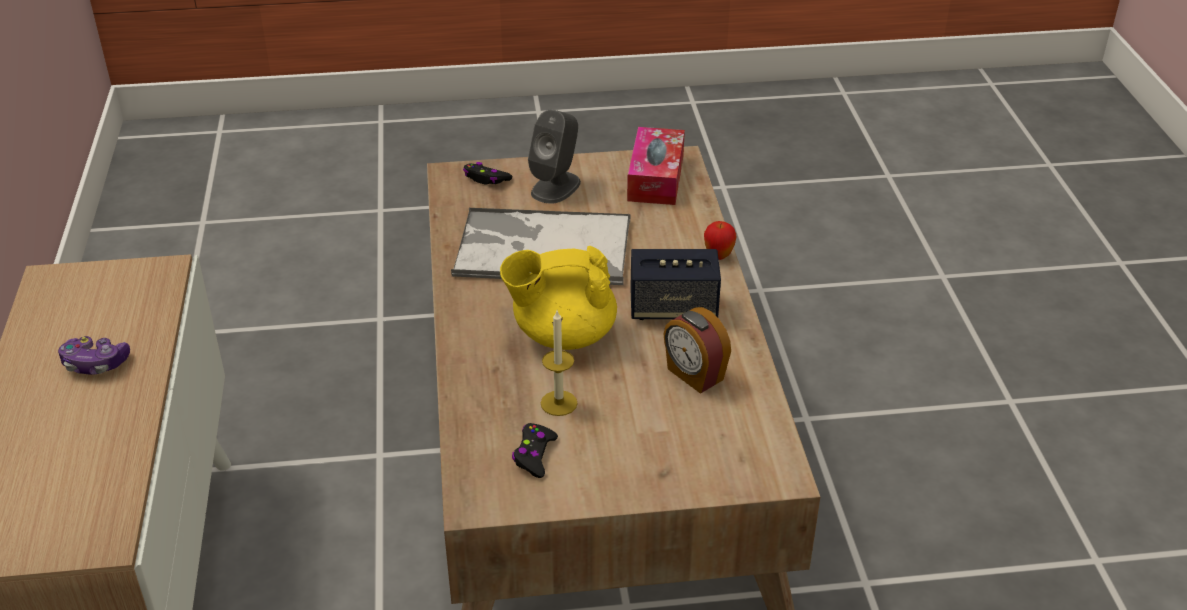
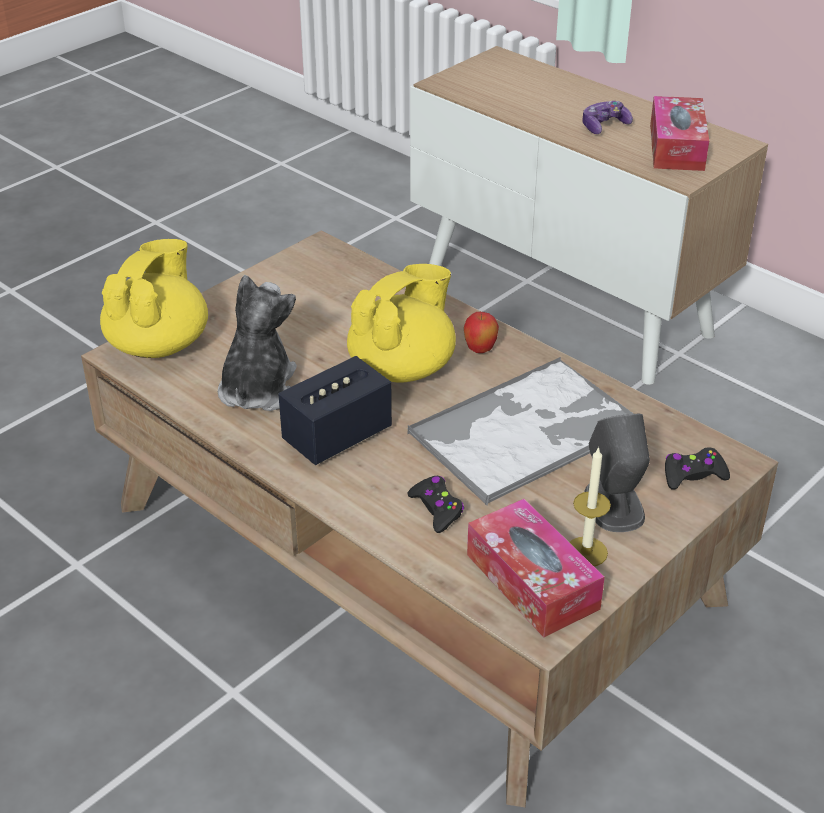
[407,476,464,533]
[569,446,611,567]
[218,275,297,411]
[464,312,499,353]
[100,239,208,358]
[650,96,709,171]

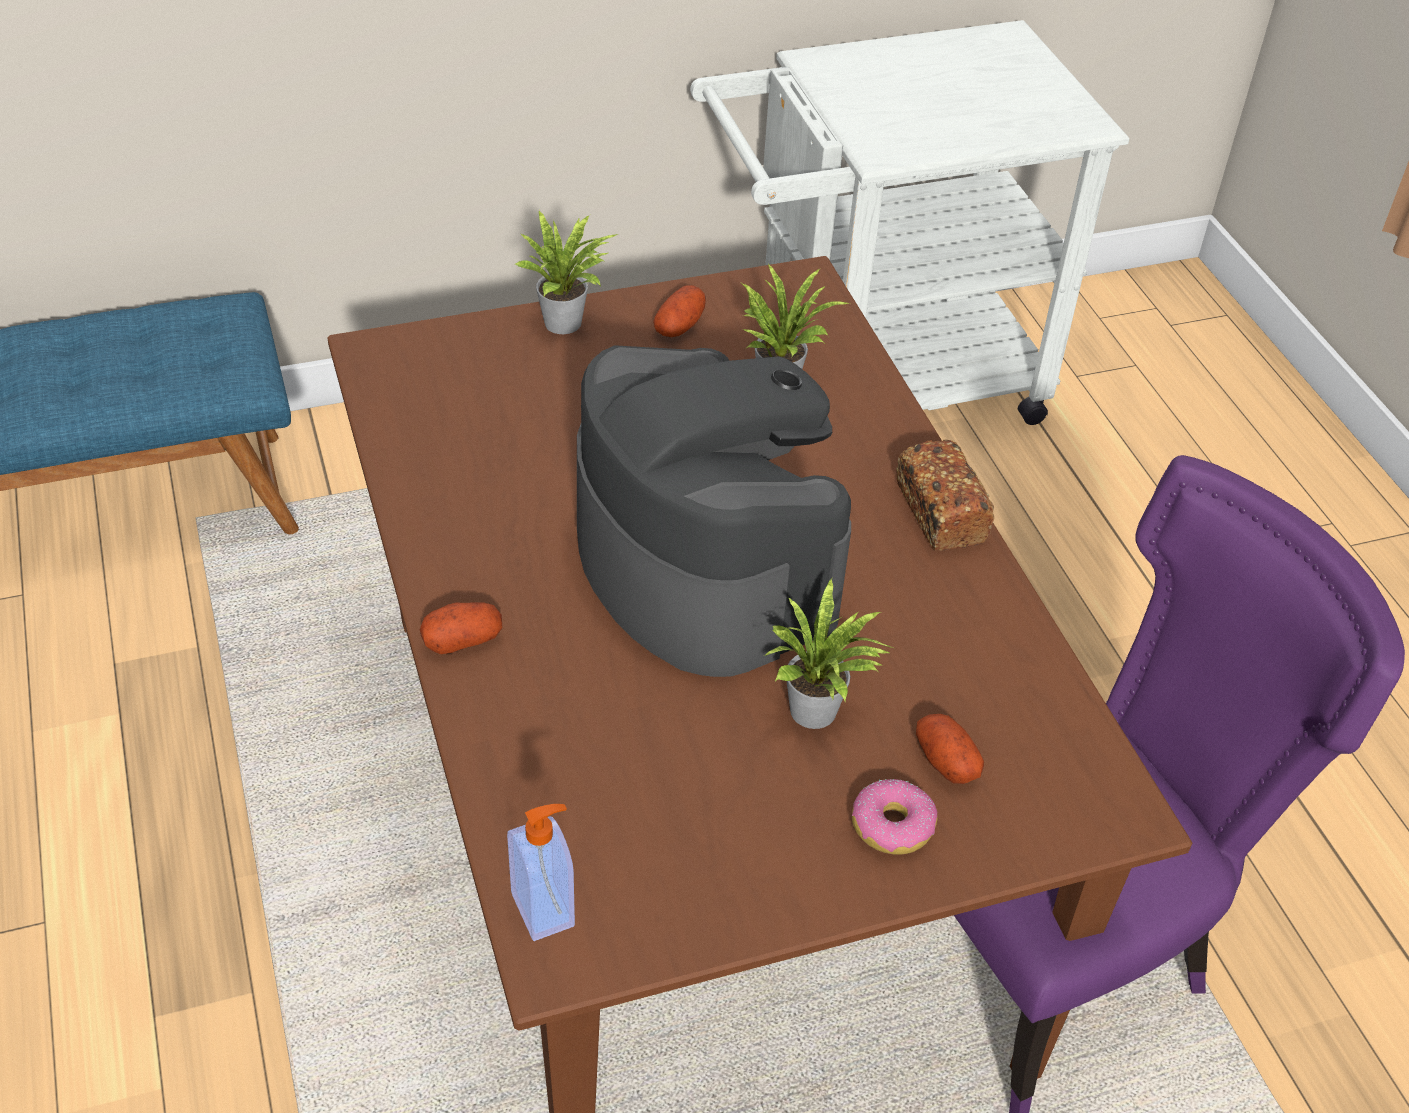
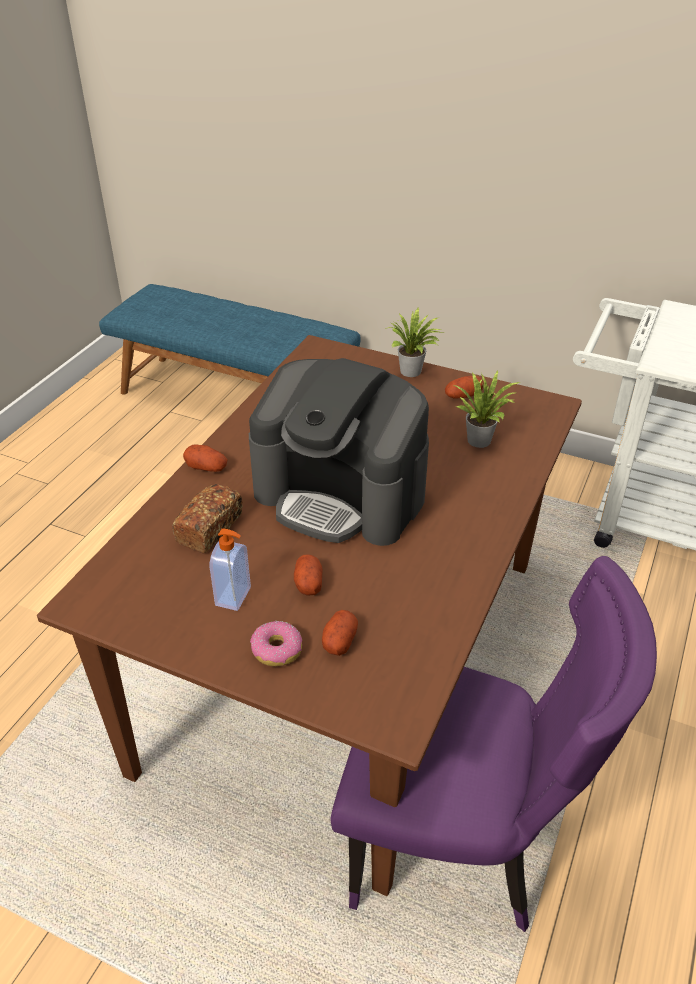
[210,529,251,611]
[249,358,429,546]
[294,554,323,596]
[172,484,243,553]

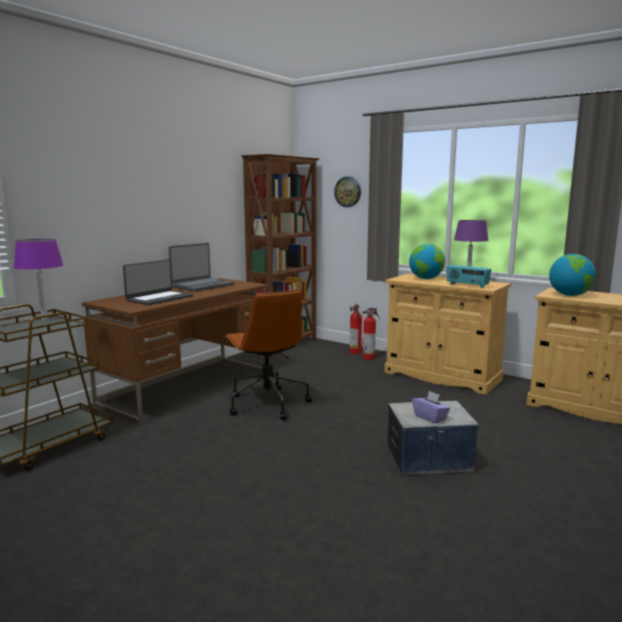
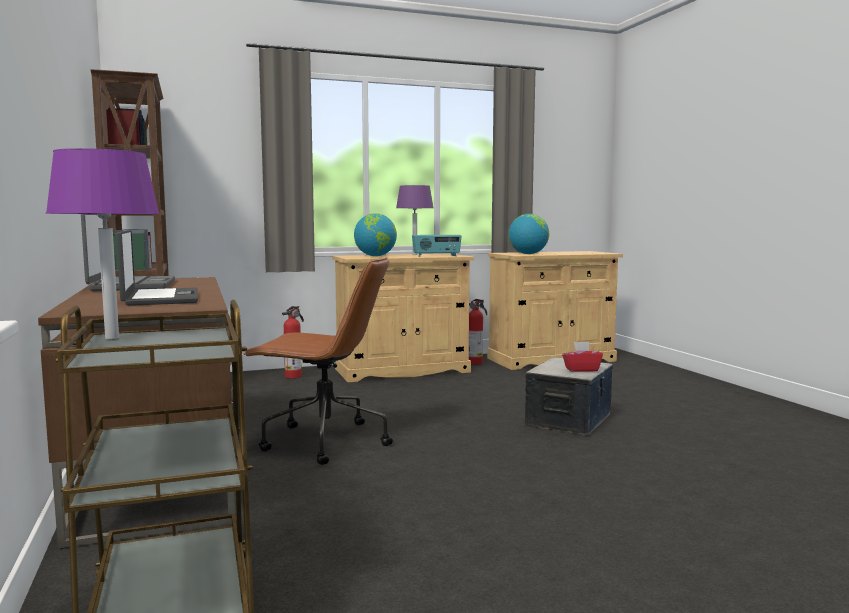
[334,176,361,207] (first image)
[469,299,487,365]
[562,342,603,372]

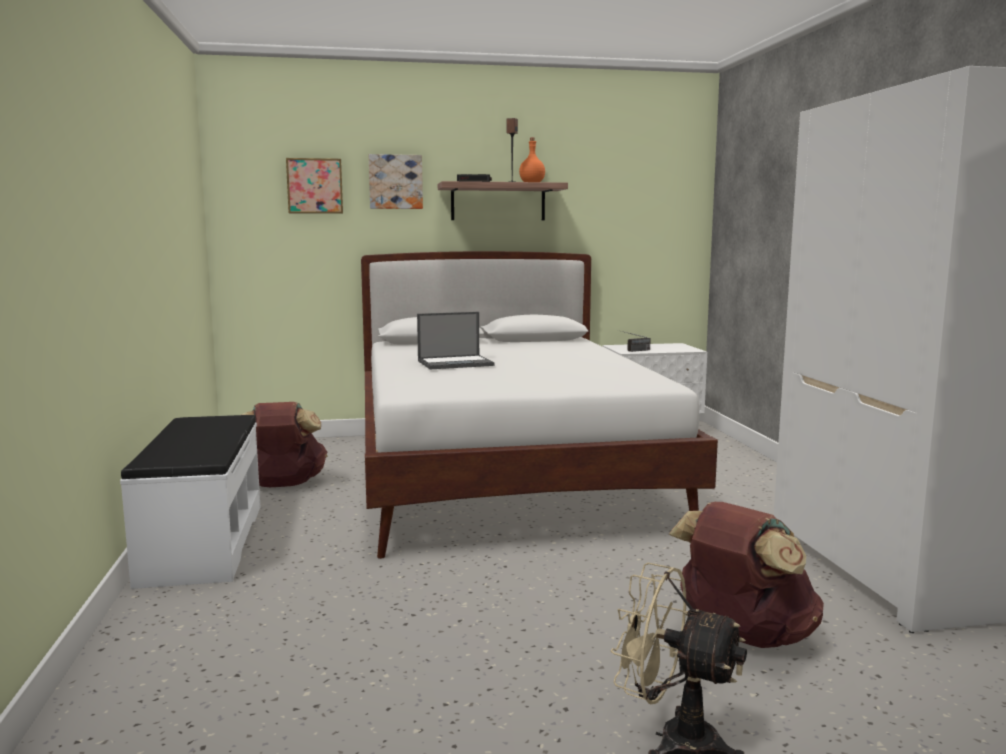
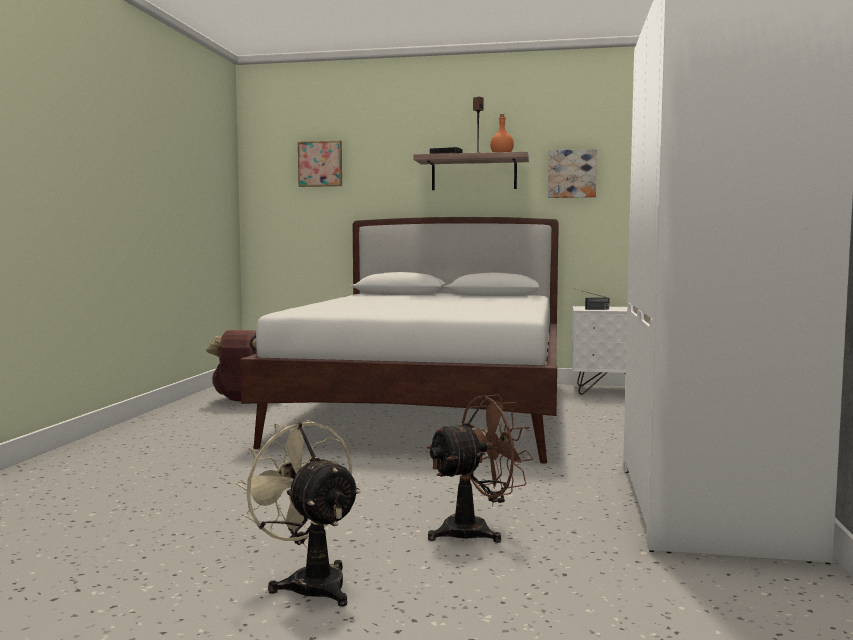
[120,415,261,589] (first image)
[548,149,597,198]
[417,312,494,369] (first image)
[426,395,533,543]

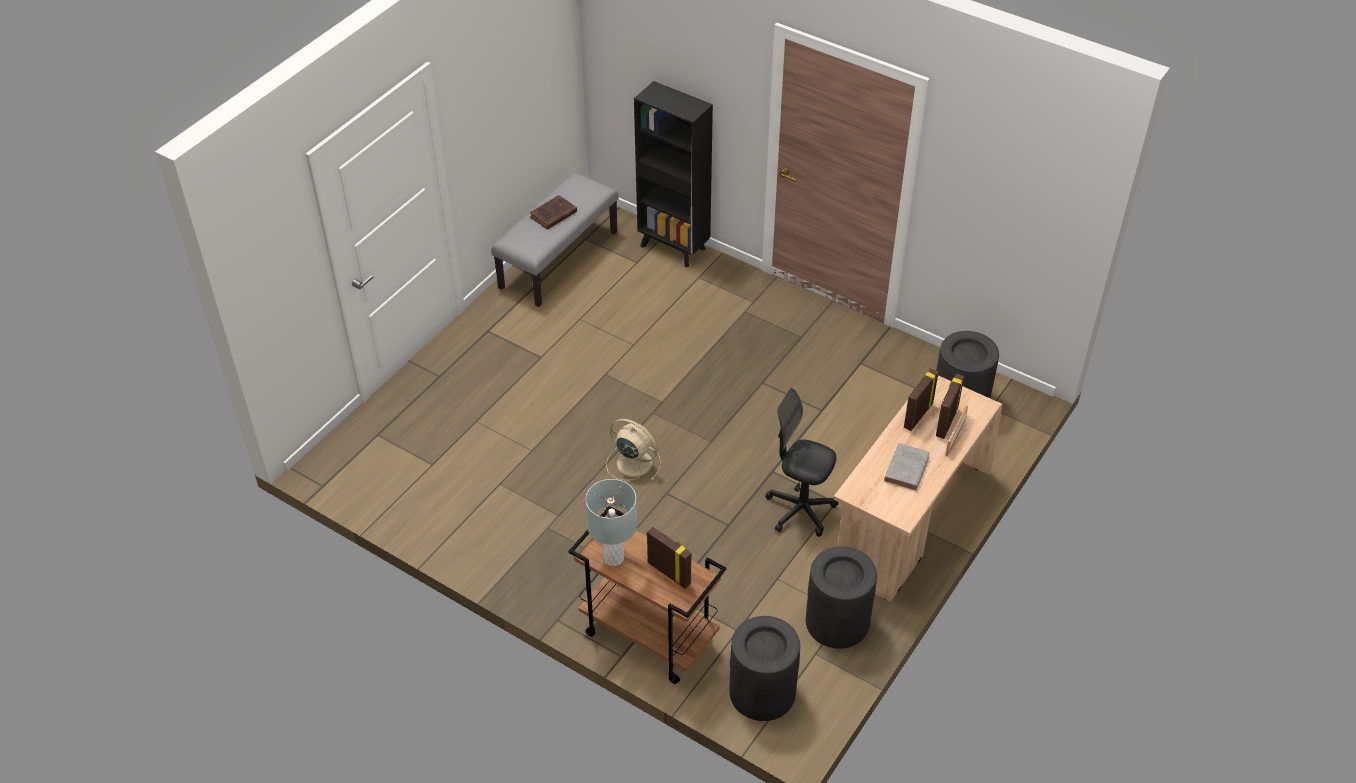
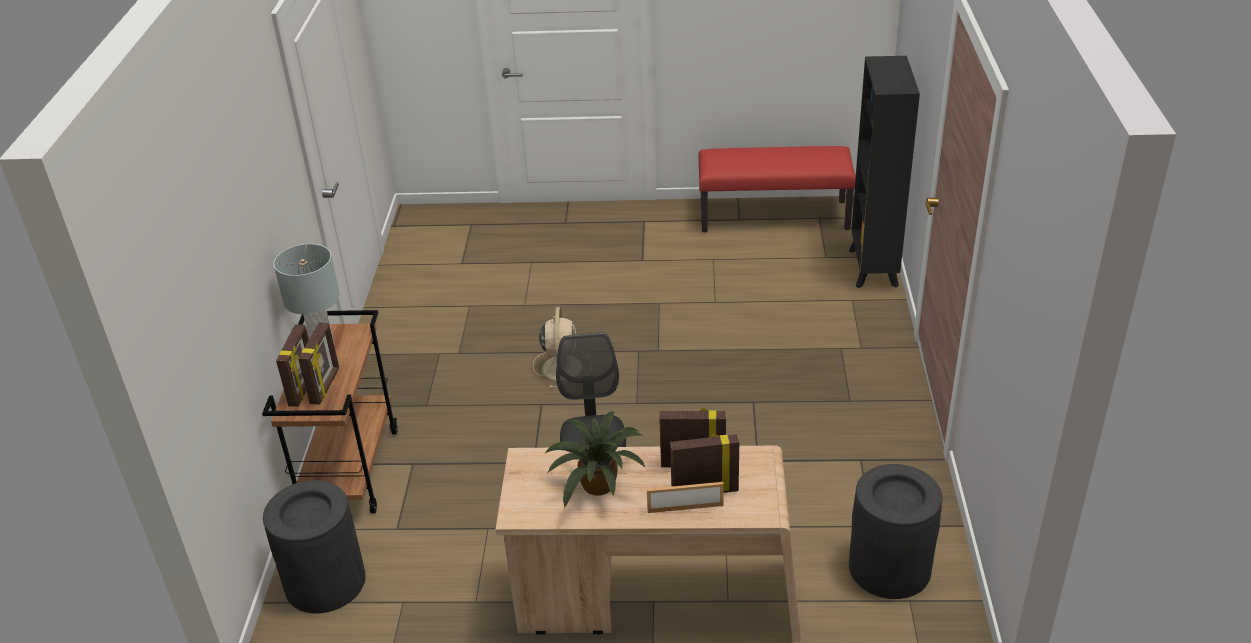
[698,146,856,233]
[530,195,577,230] (first image)
[806,546,877,649] (first image)
[544,411,646,508]
[276,325,309,407]

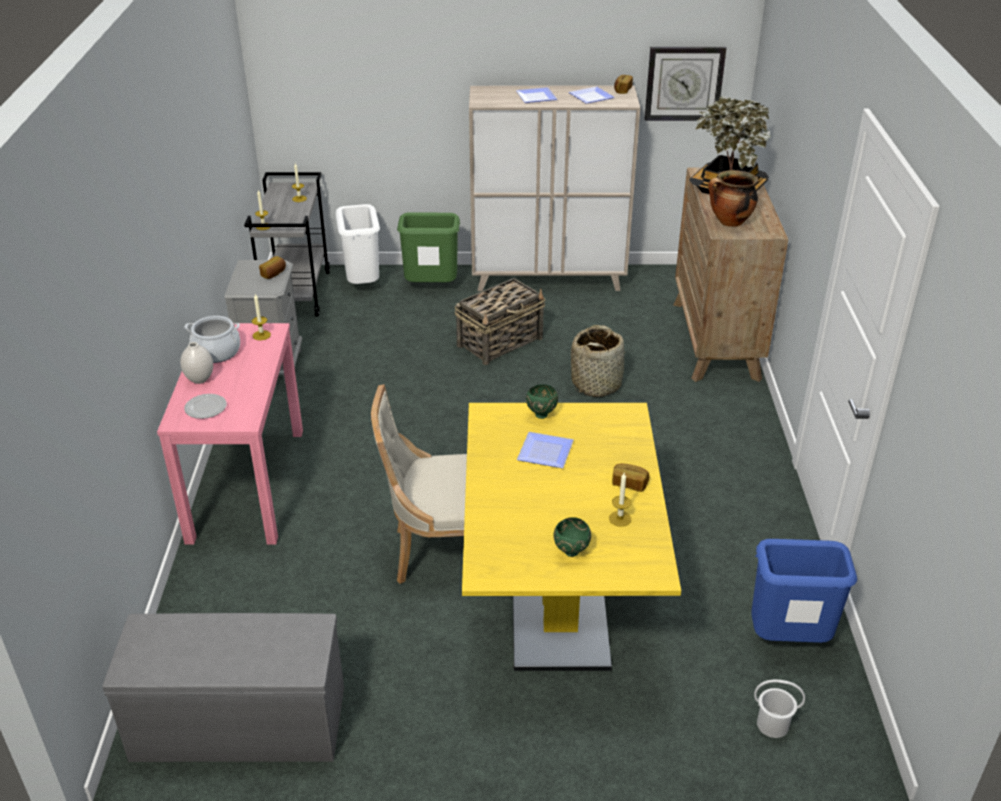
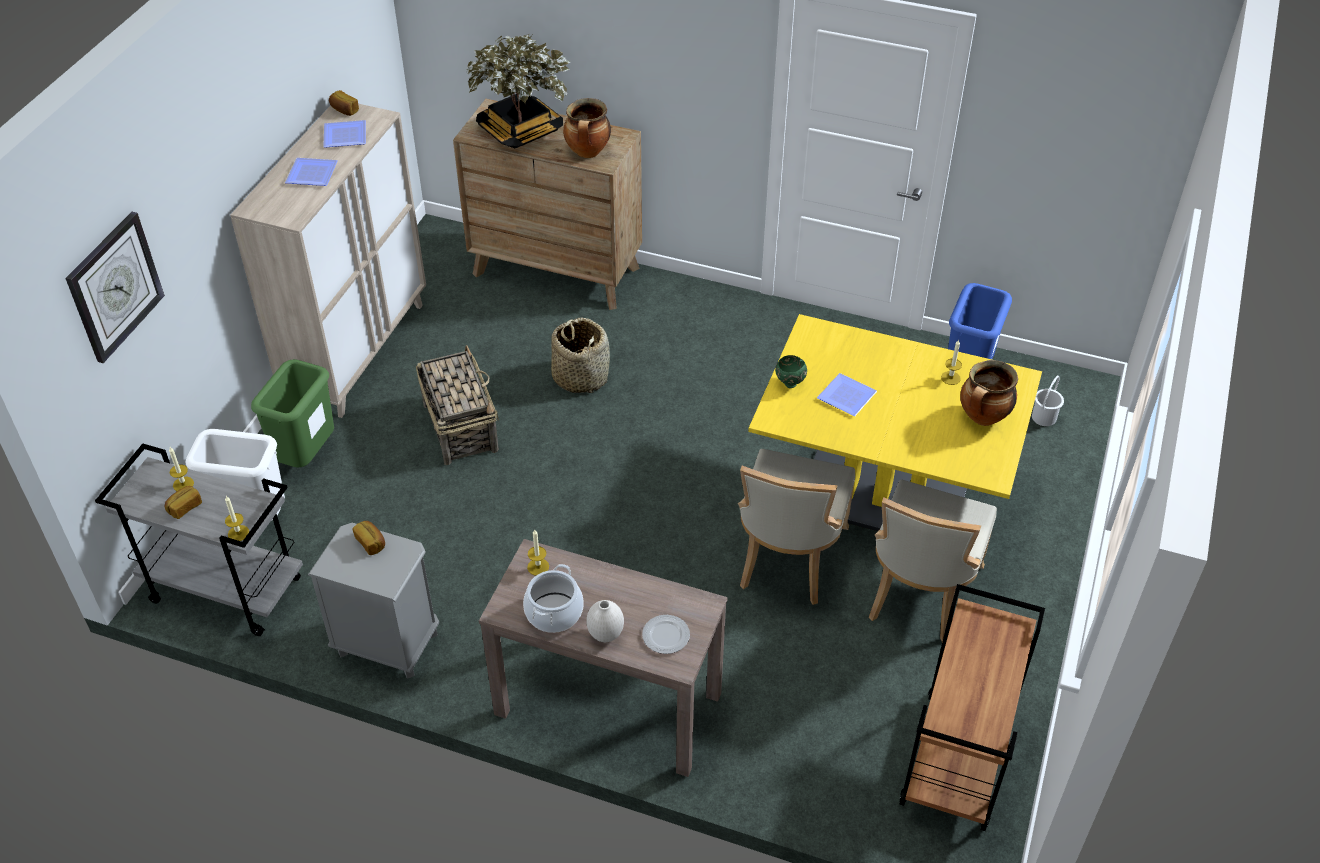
[899,584,1045,831]
[479,539,728,777]
[960,360,1018,426]
[164,486,202,519]
[65,212,165,363]
[869,480,997,642]

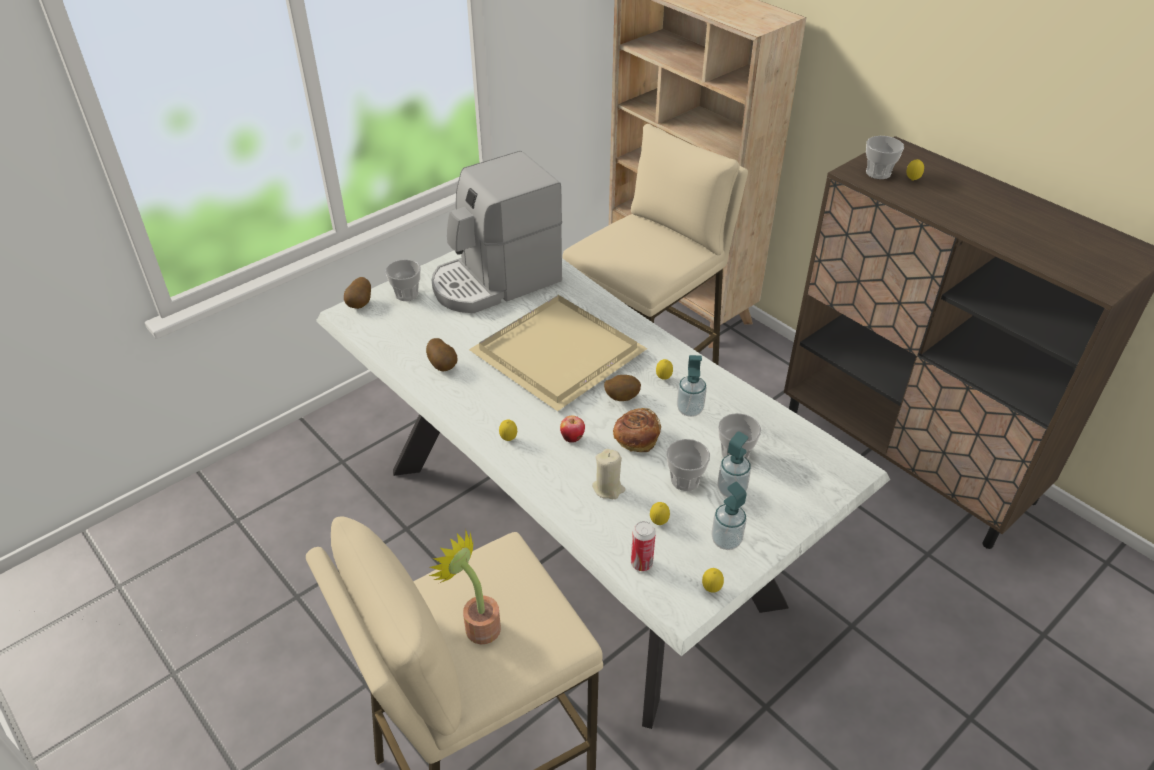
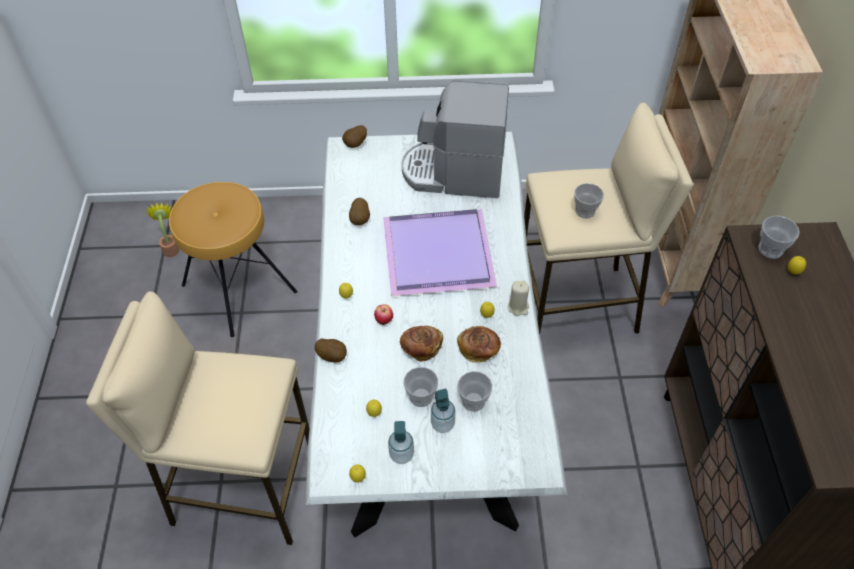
[574,183,604,219]
[145,202,180,257]
[383,209,497,296]
[508,280,529,316]
[315,338,347,362]
[631,521,656,571] (first image)
[457,326,501,363]
[169,182,297,337]

